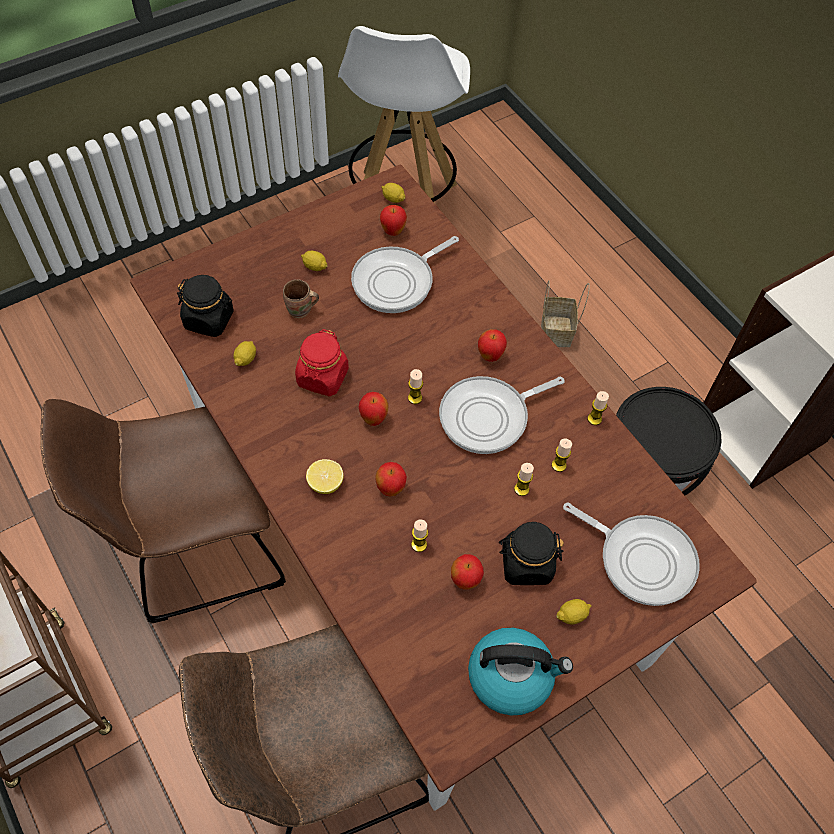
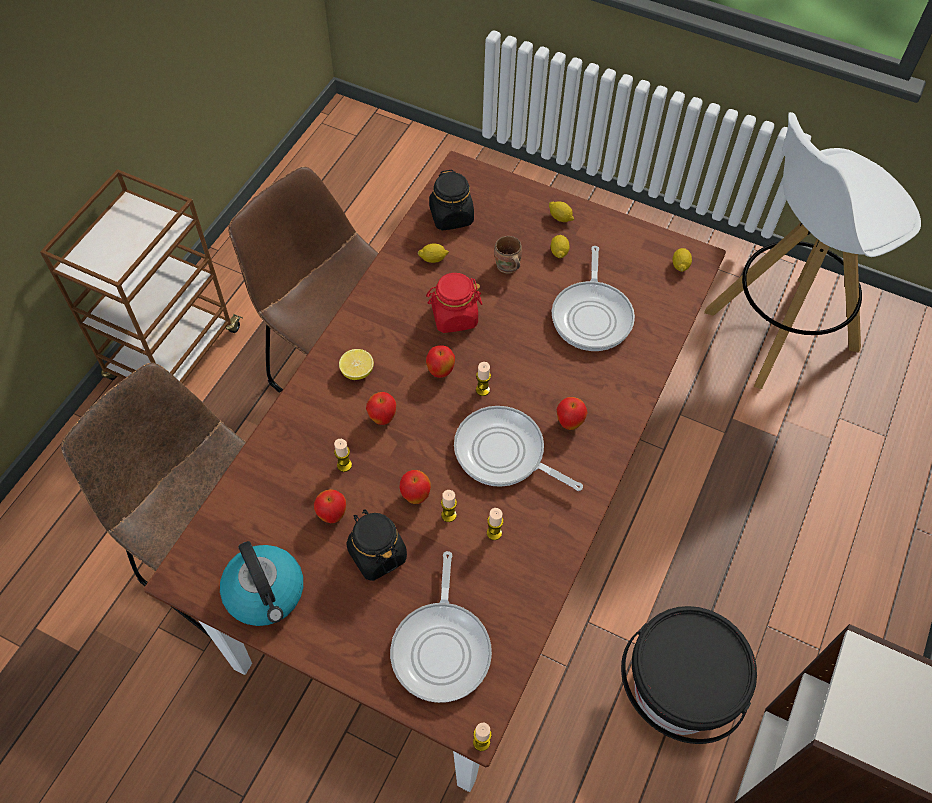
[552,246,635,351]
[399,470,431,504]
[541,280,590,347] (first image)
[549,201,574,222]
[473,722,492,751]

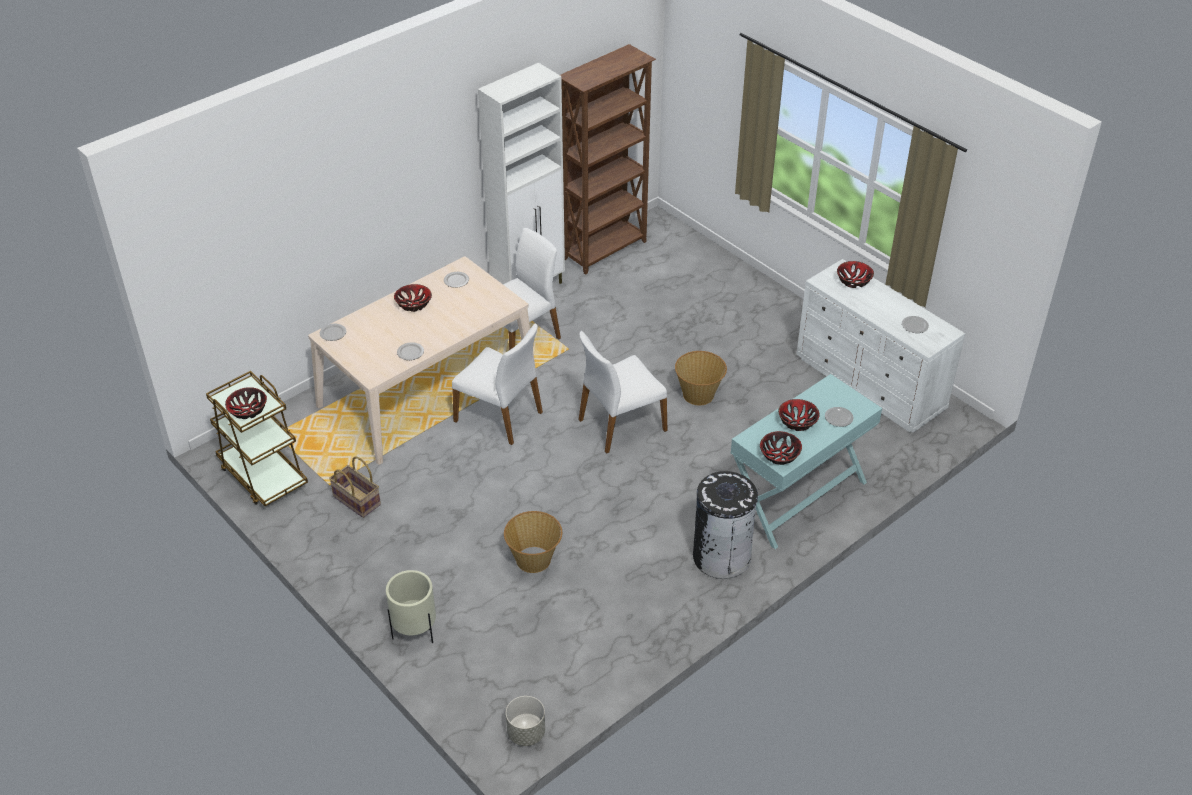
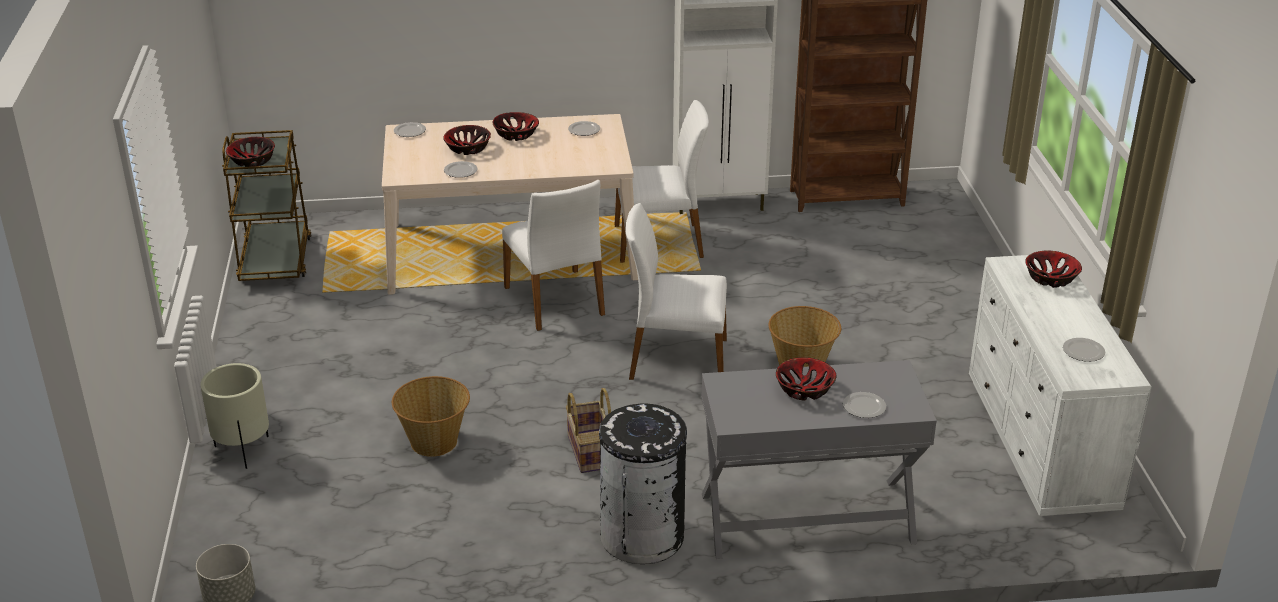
[566,388,611,473]
[701,360,937,559]
[443,125,491,155]

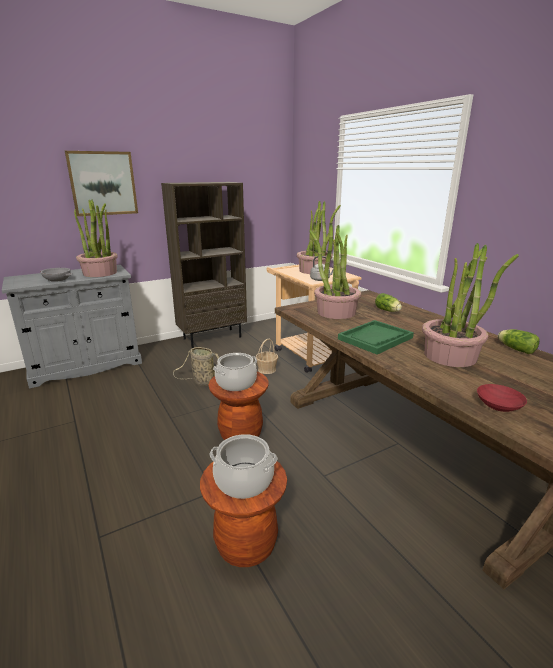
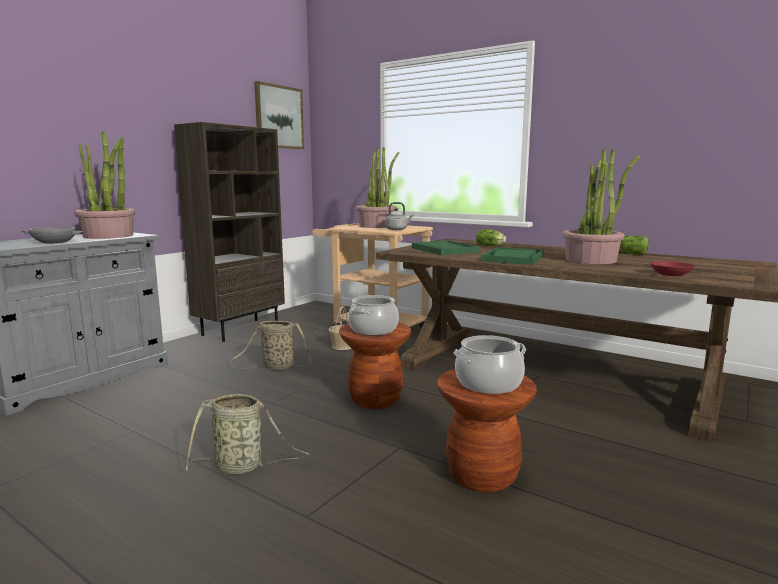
[254,81,304,149]
[412,240,480,255]
[185,394,310,475]

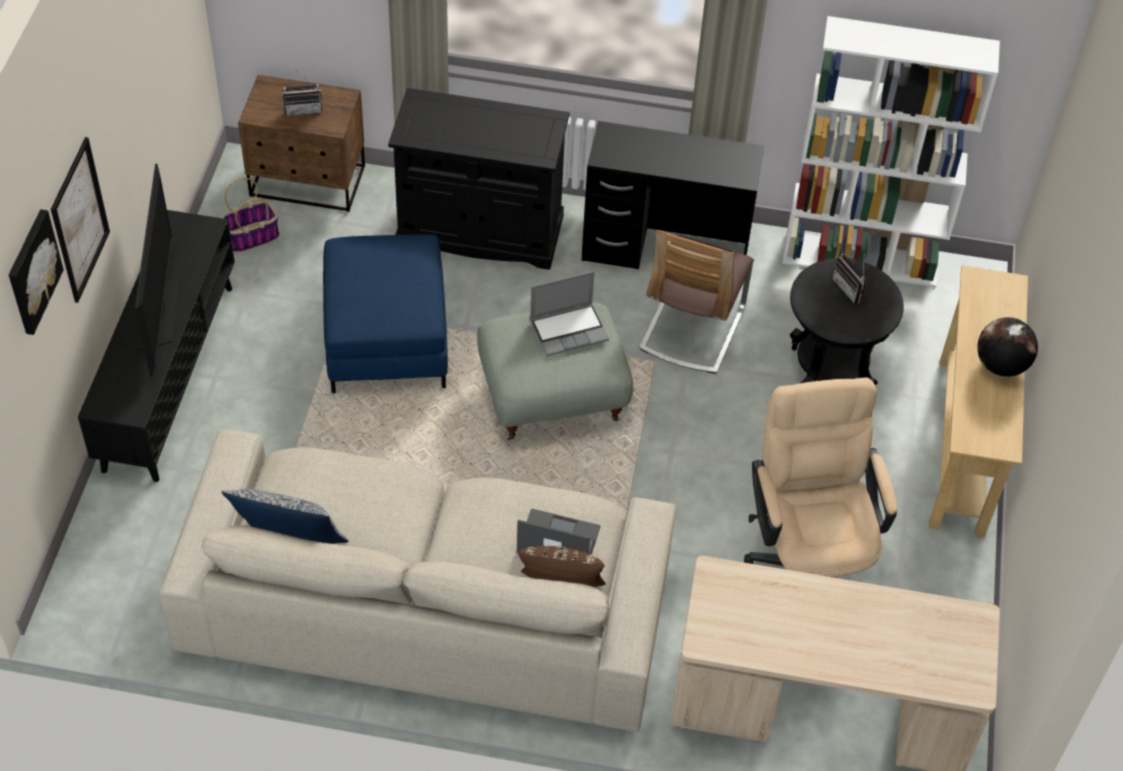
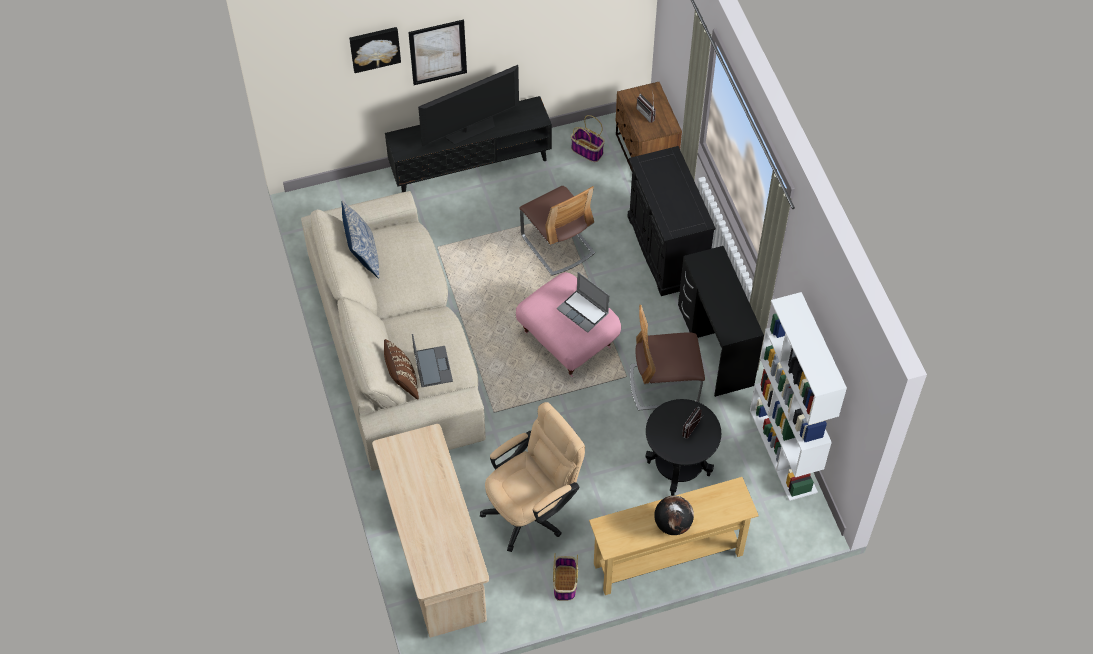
[519,186,595,276]
[516,272,621,377]
[553,553,578,601]

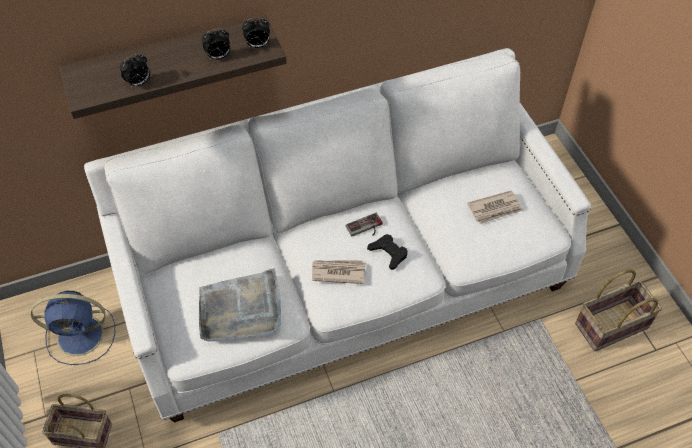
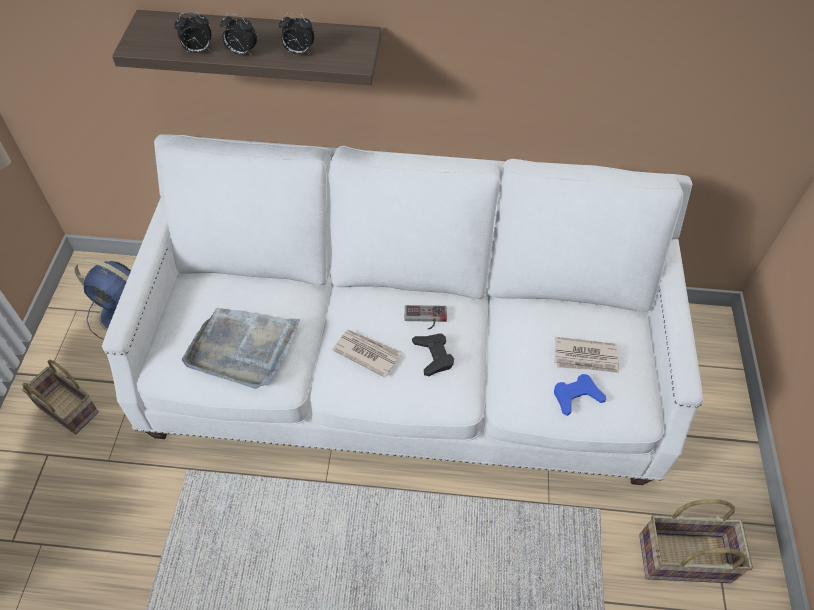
[220,13,257,56]
[554,374,606,416]

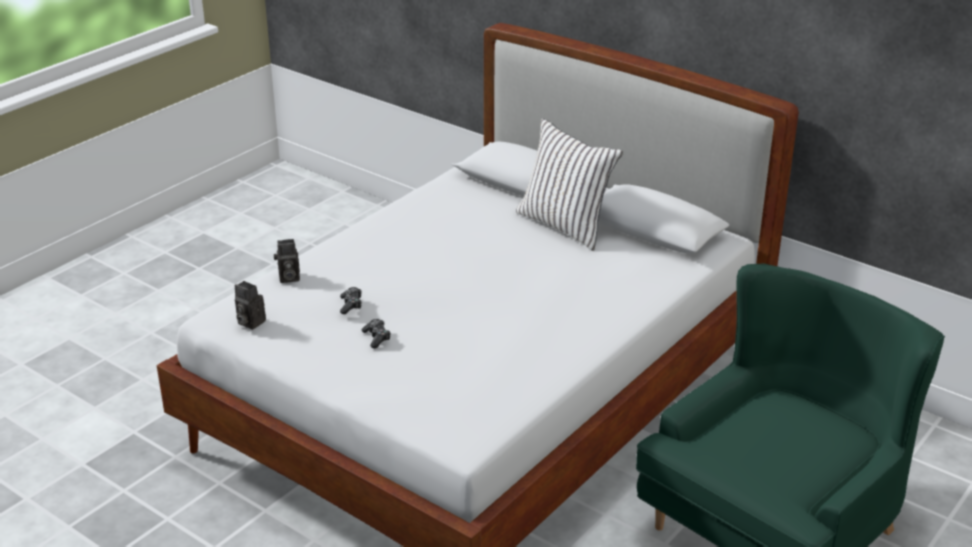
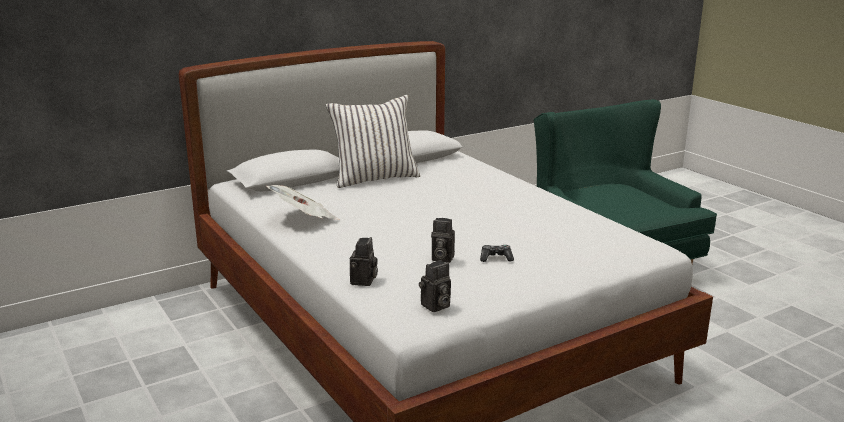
[431,218,455,263]
[266,185,340,220]

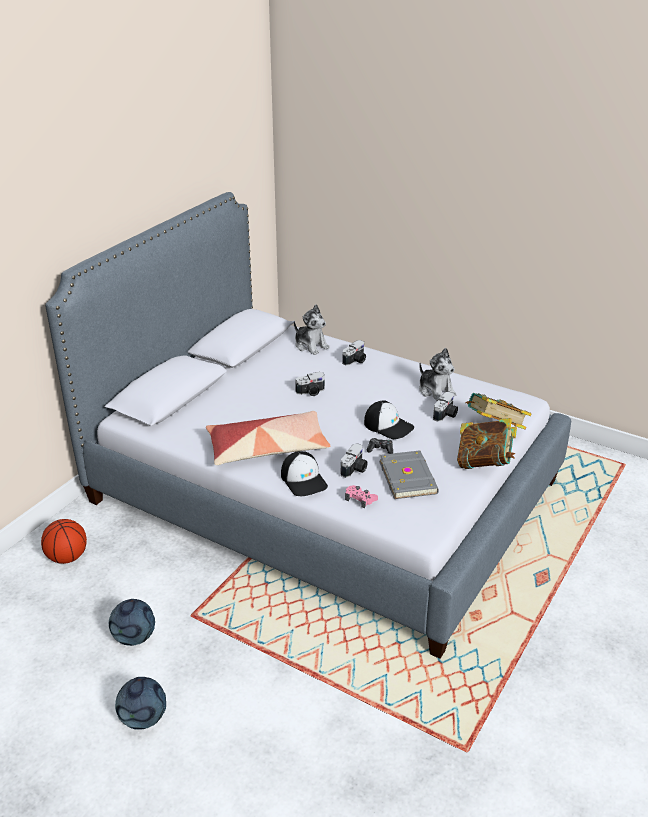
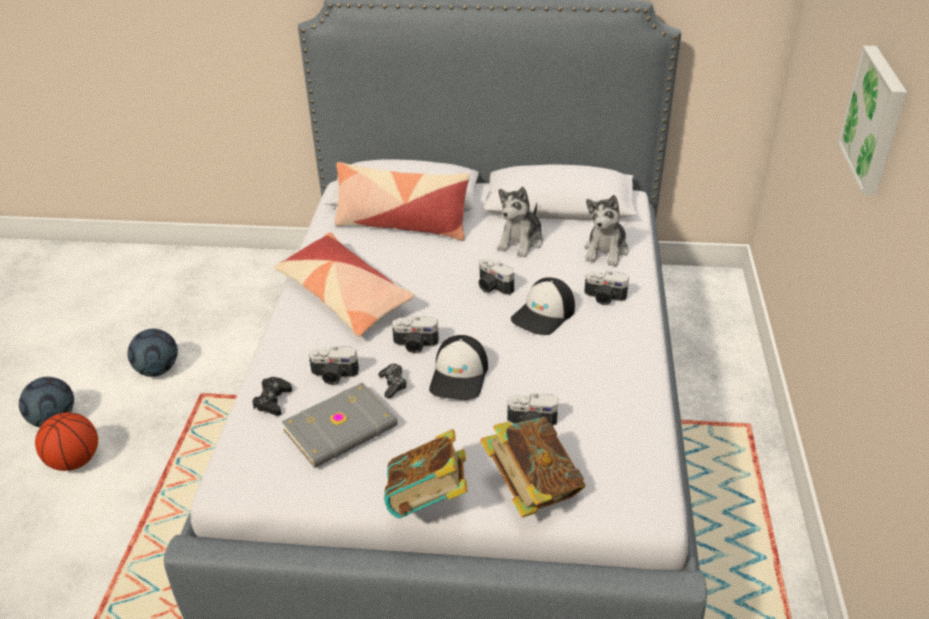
[35,412,98,471]
[511,277,575,335]
[252,377,292,416]
[497,187,543,258]
[334,162,470,241]
[392,317,439,354]
[837,46,907,195]

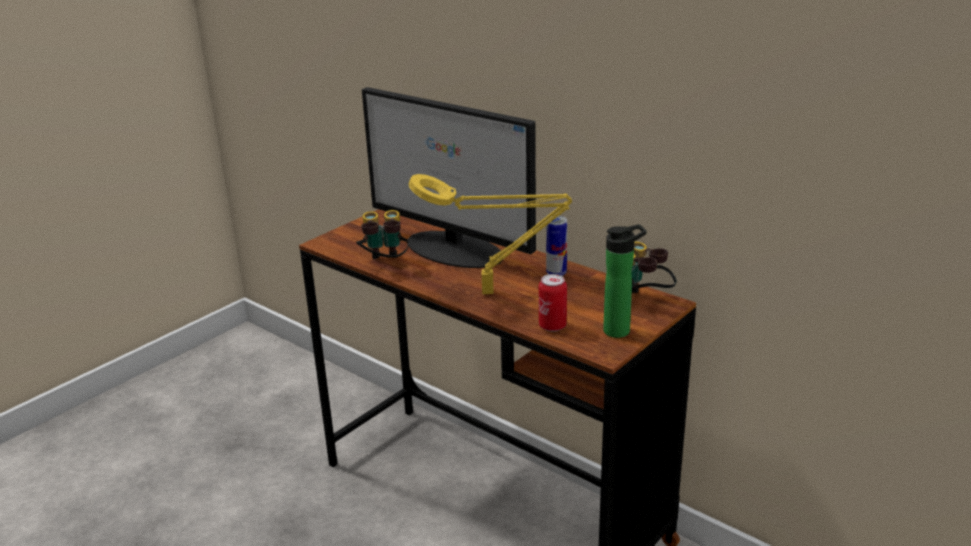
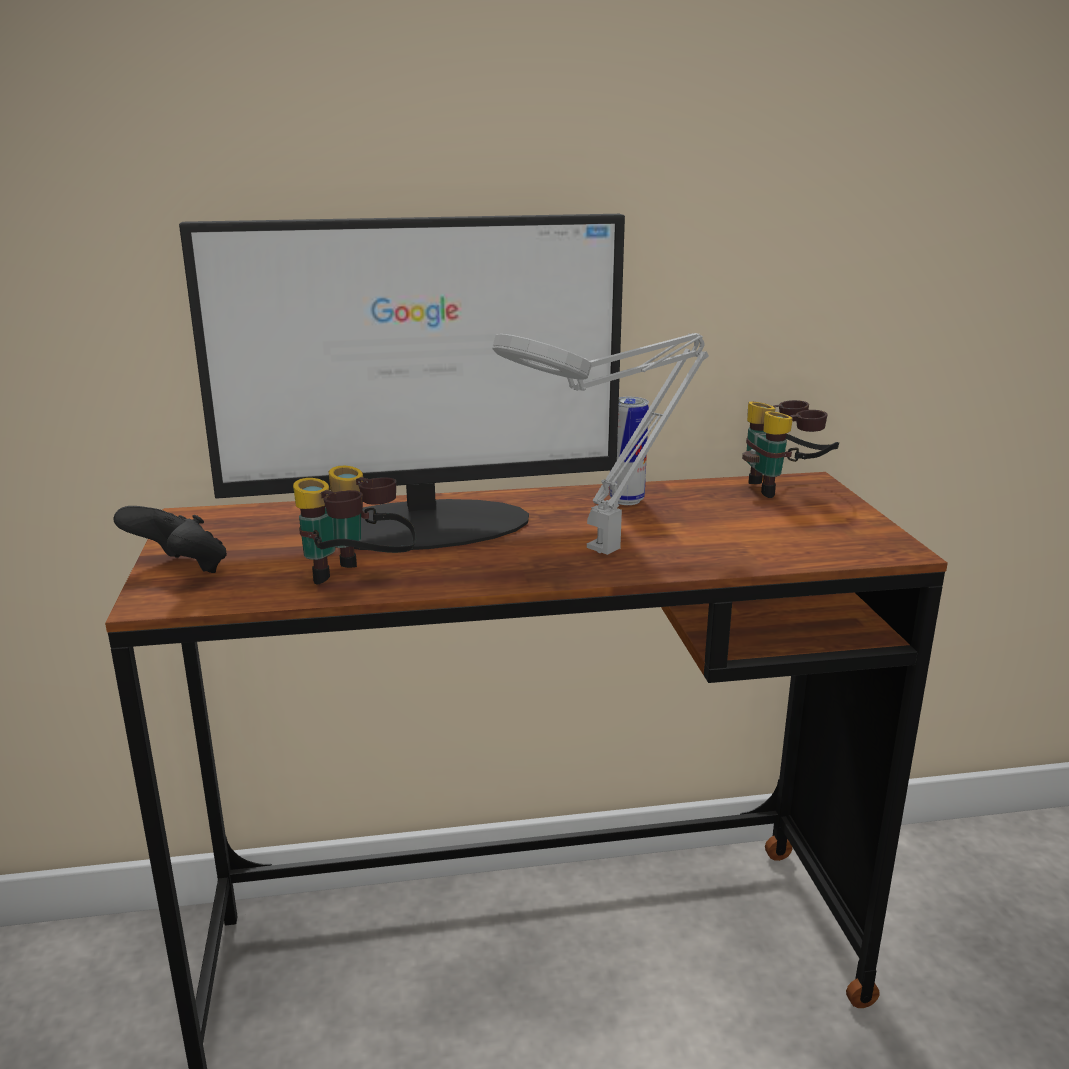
[492,333,709,555]
[539,274,567,332] (first image)
[603,224,646,338] (first image)
[113,506,227,573]

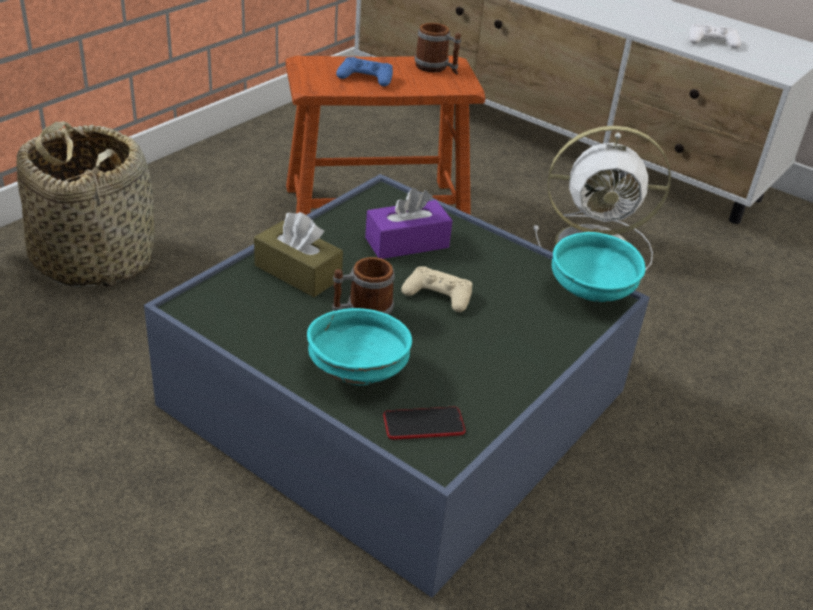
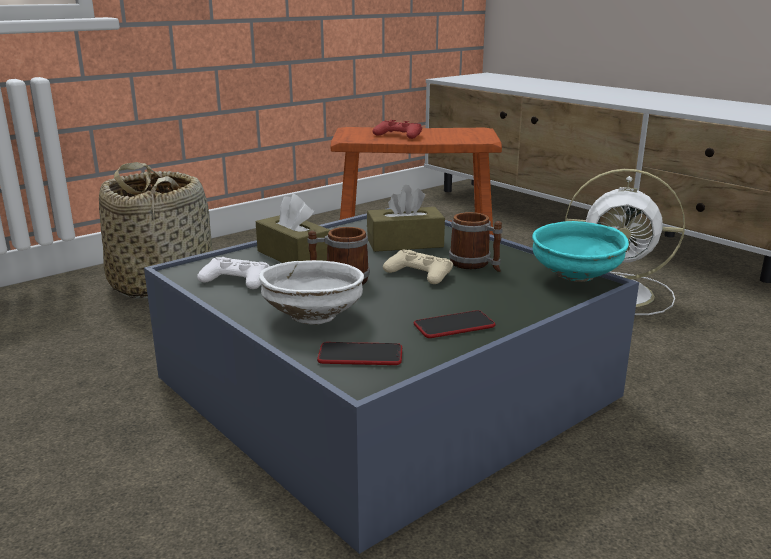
[259,260,364,325]
[373,120,422,139]
[367,185,445,252]
[449,212,503,272]
[197,257,270,289]
[414,310,495,338]

